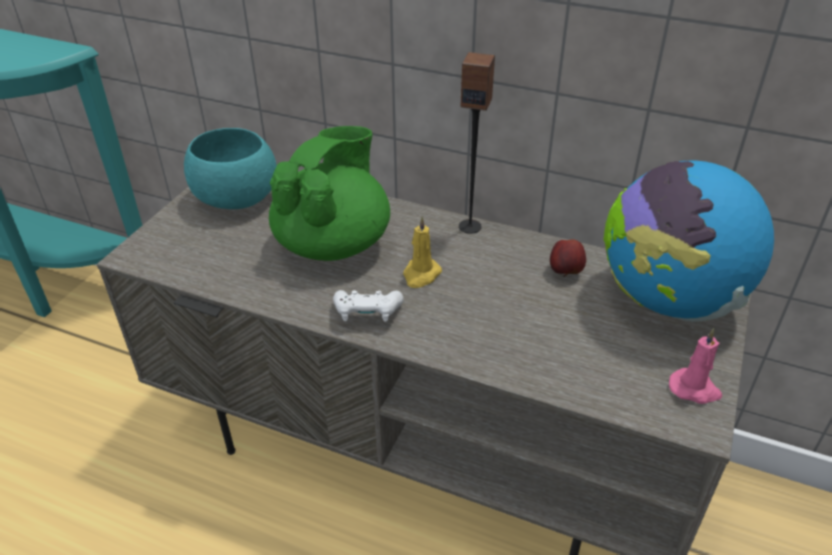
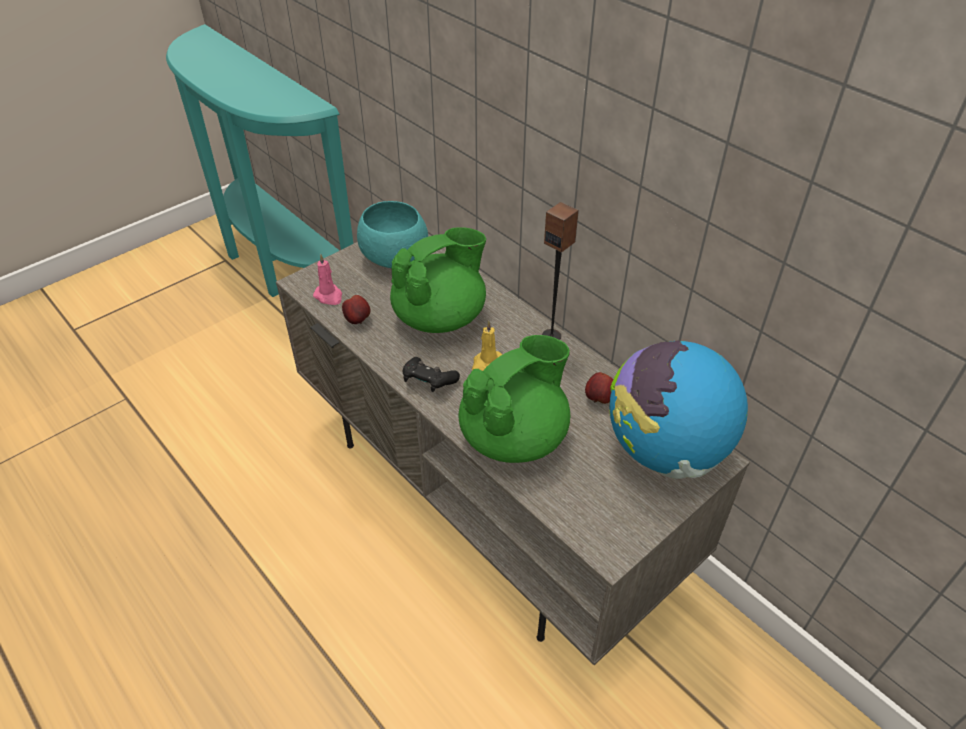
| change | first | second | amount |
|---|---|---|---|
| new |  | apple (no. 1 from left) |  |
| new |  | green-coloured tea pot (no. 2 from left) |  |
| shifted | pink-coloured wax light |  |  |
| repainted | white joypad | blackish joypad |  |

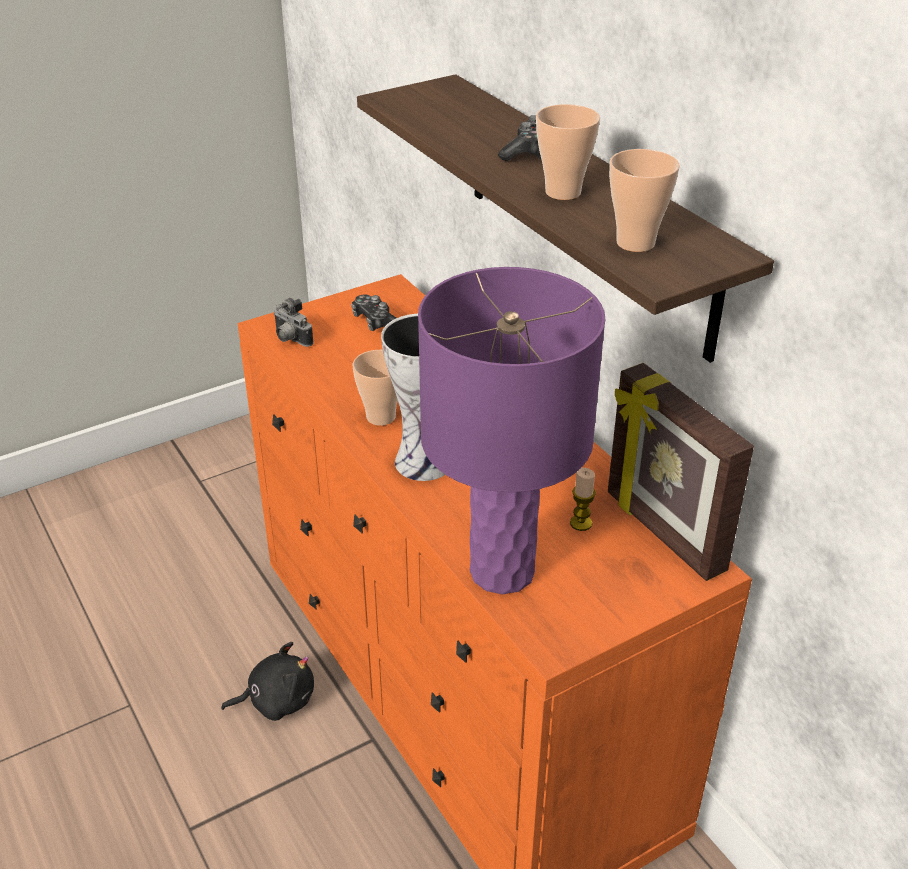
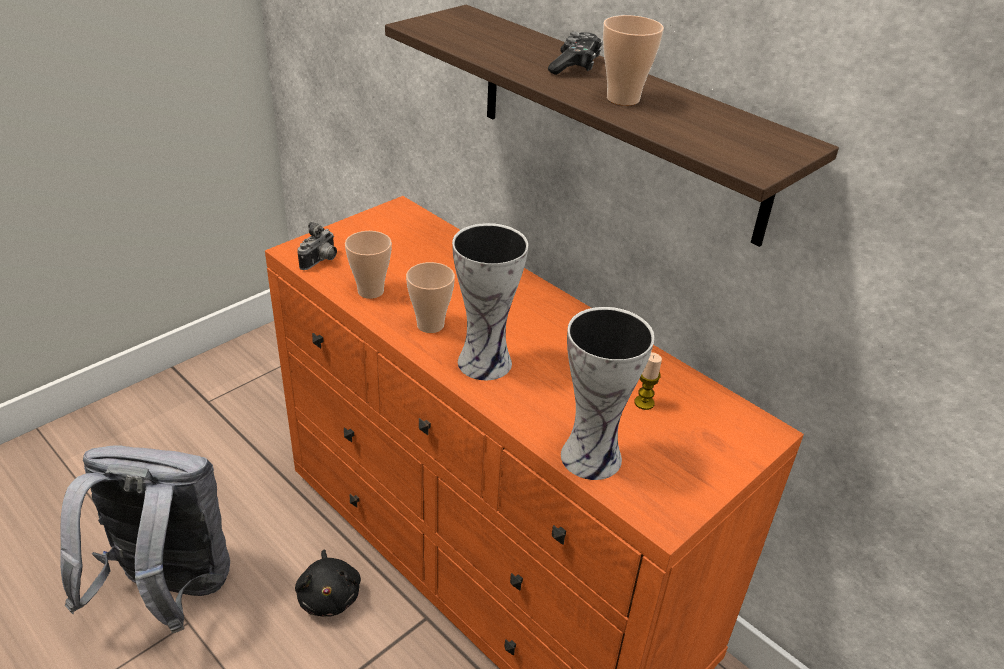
| change | first | second | amount |
|---|---|---|---|
| gone | joypad (no. 1 from left) |  |  |
| gone | photo frame |  |  |
| new |  | greyish knapsack |  |
| shifted | cup (no. 3 from left in the first image) | cup (no. 1 from left) |  |
| swapped | purple-coloured table lamp | flower vase (no. 2 from left) |  |
| rotated | blackish soft toy |  | 105 degrees clockwise |
| rotated | photo camera |  | 90 degrees counterclockwise |

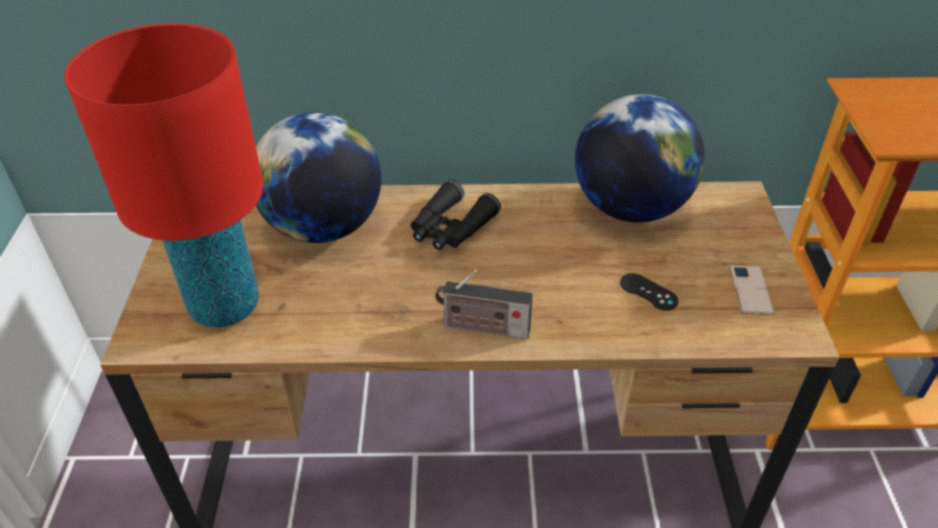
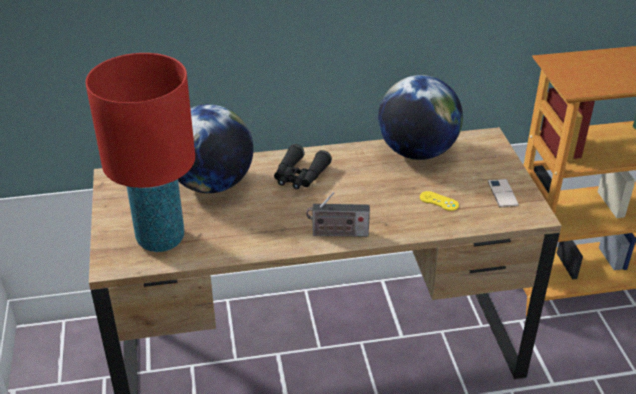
| change | first | second | amount |
|---|---|---|---|
| repainted | blackish joypad | yellowish joypad |  |

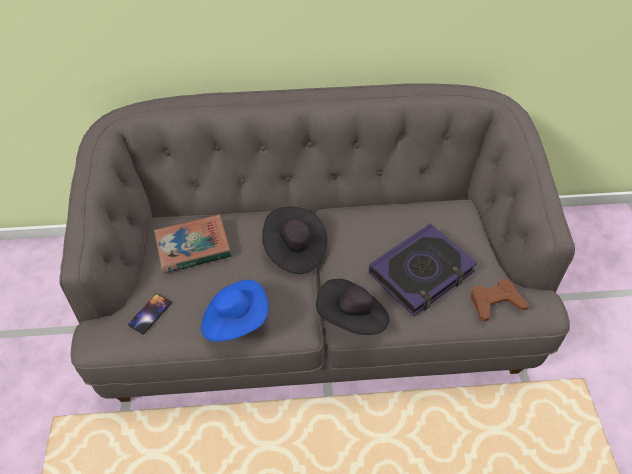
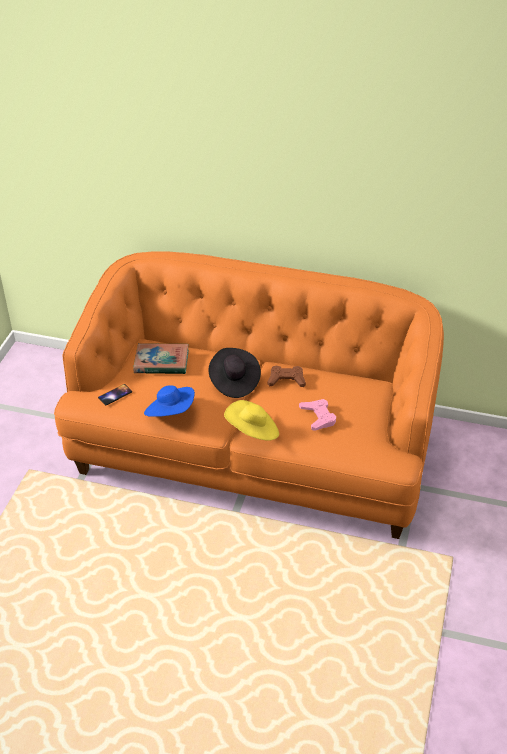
| change | first | second | amount |
|---|---|---|---|
| shifted | brownish joypad |  |  |
| swapped | bound book (no. 2 from left) | pink-coloured joypad |  |
| repainted | greyish couch | orange-coloured couch |  |
| repainted | blackish hat (no. 2 from left) | yellowish hat |  |

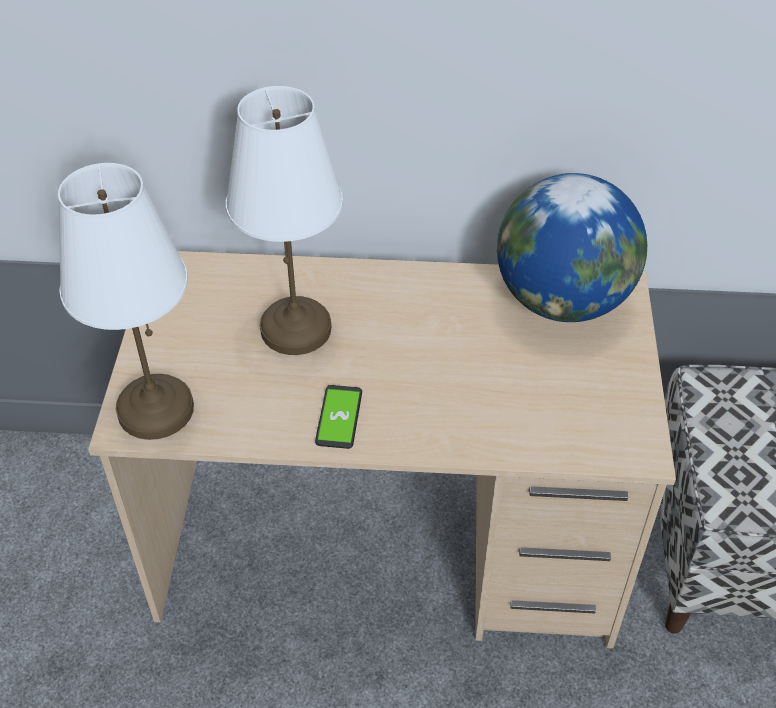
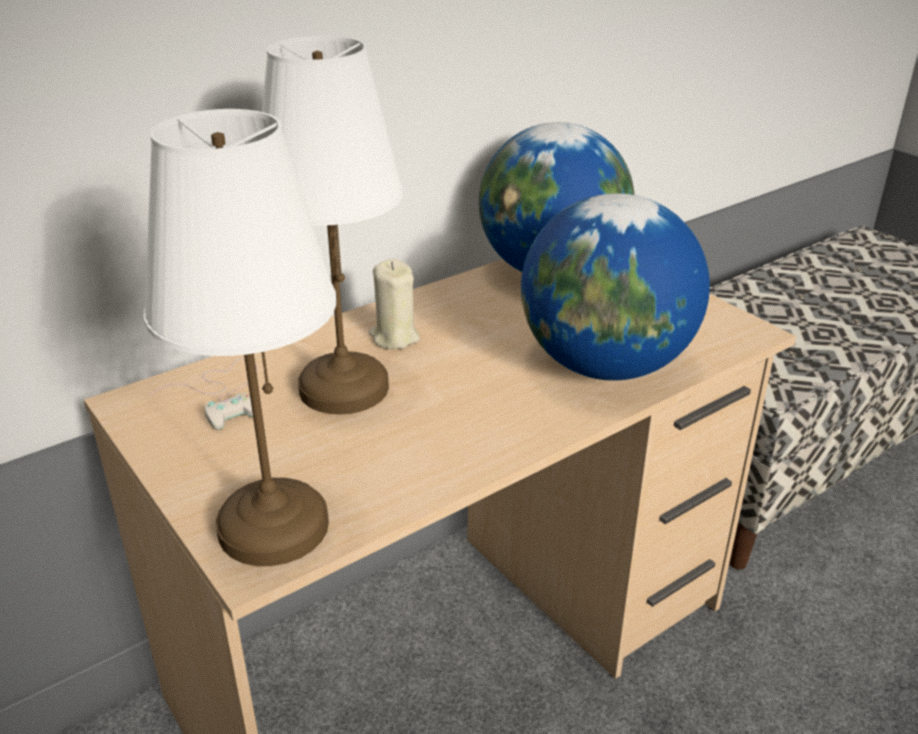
| change | first | second | amount |
|---|---|---|---|
| gone | handset |  |  |
| new |  | white joypad |  |
| new |  | sand-coloured wax light |  |
| new |  | globe (no. 2 from left) |  |

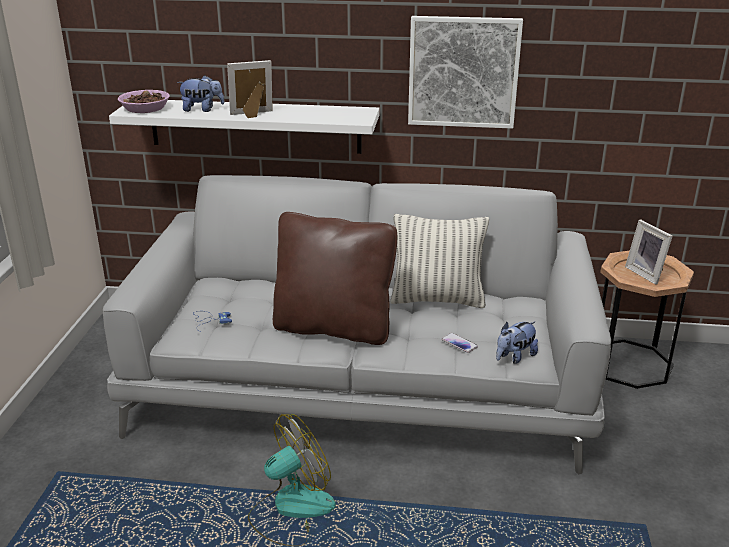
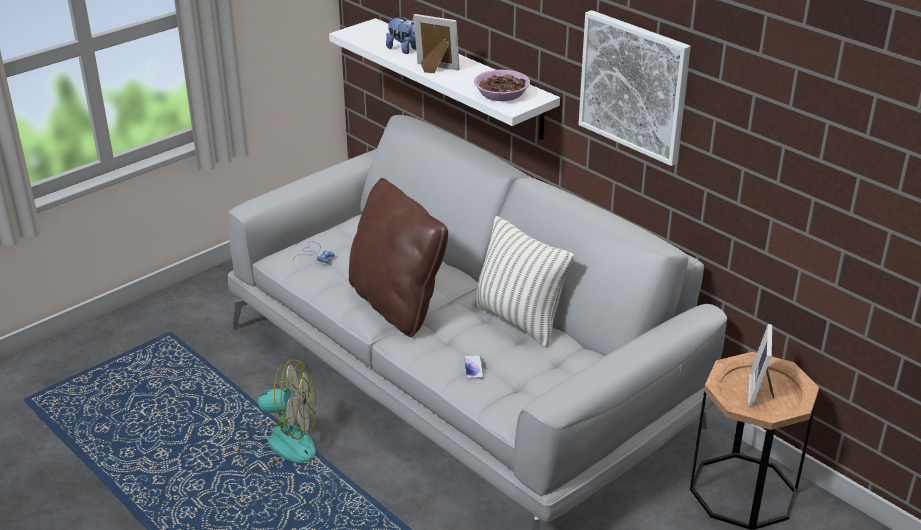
| change | first | second | amount |
|---|---|---|---|
| gone | soft toy (no. 2 from left) |  |  |
| shifted | serving bowl |  |  |

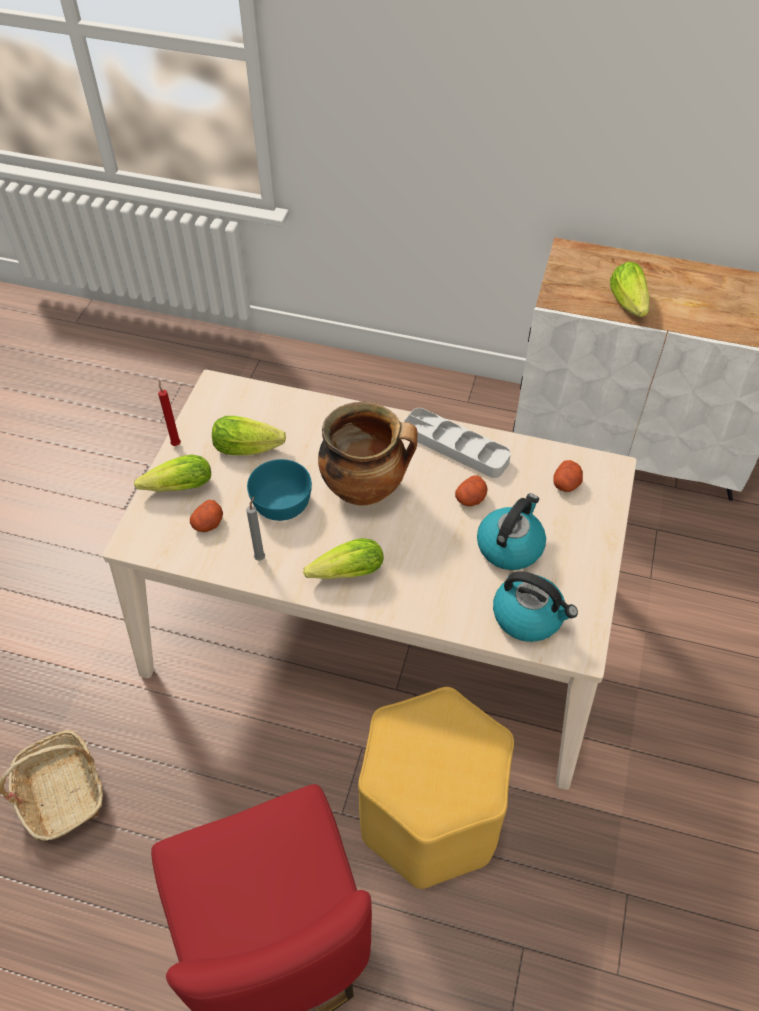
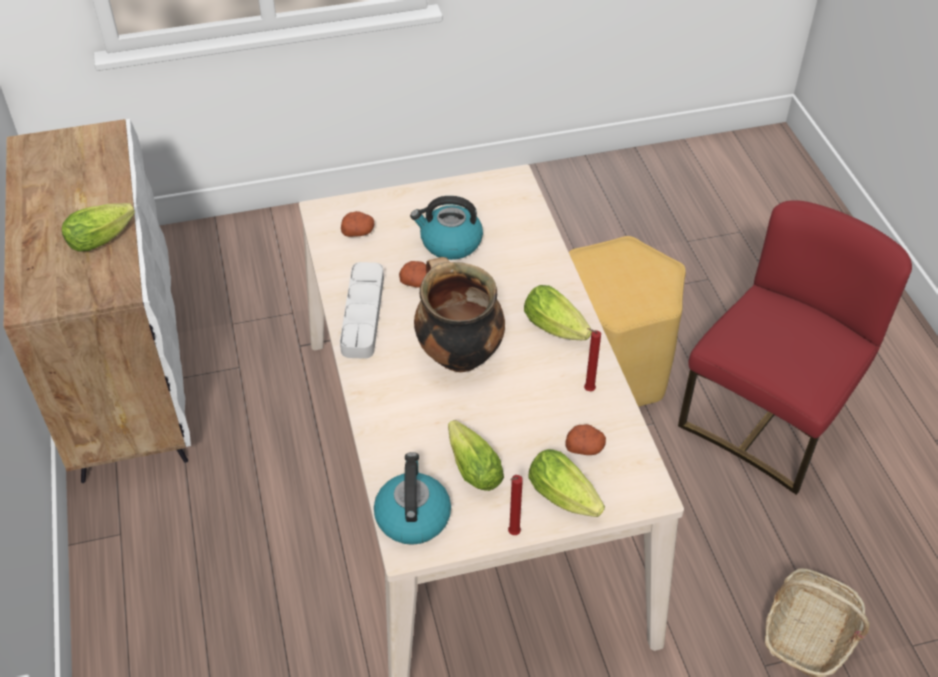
| change | first | second | amount |
|---|---|---|---|
| gone | turquoise serving bowl |  |  |
| shifted | kettle (no. 2 from left in the first image) | kettle (no. 1 from left) |  |
| repainted | greyish wax light | red wax light (no. 2 from left) |  |

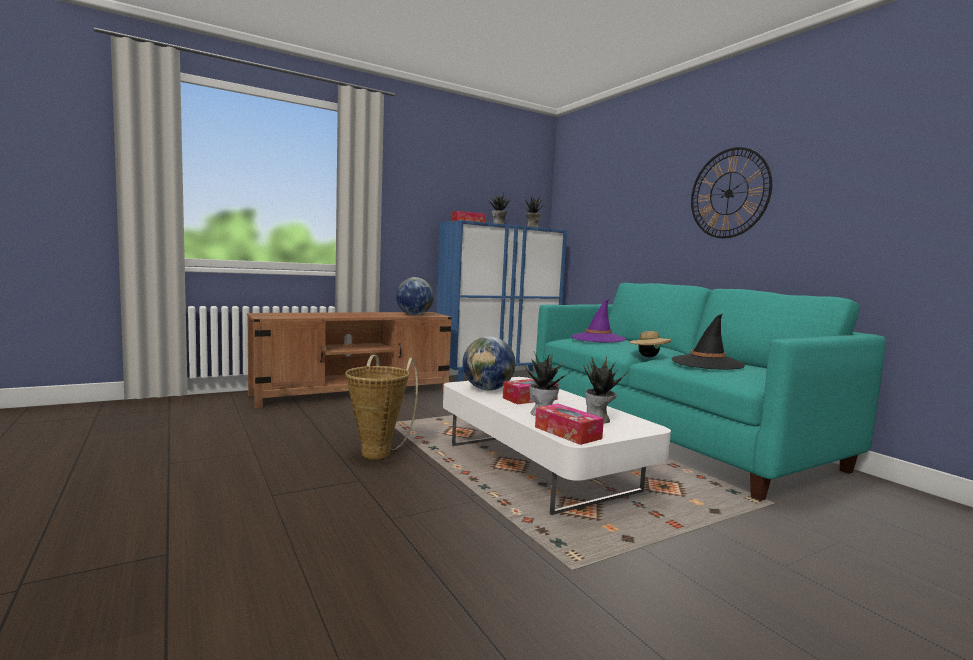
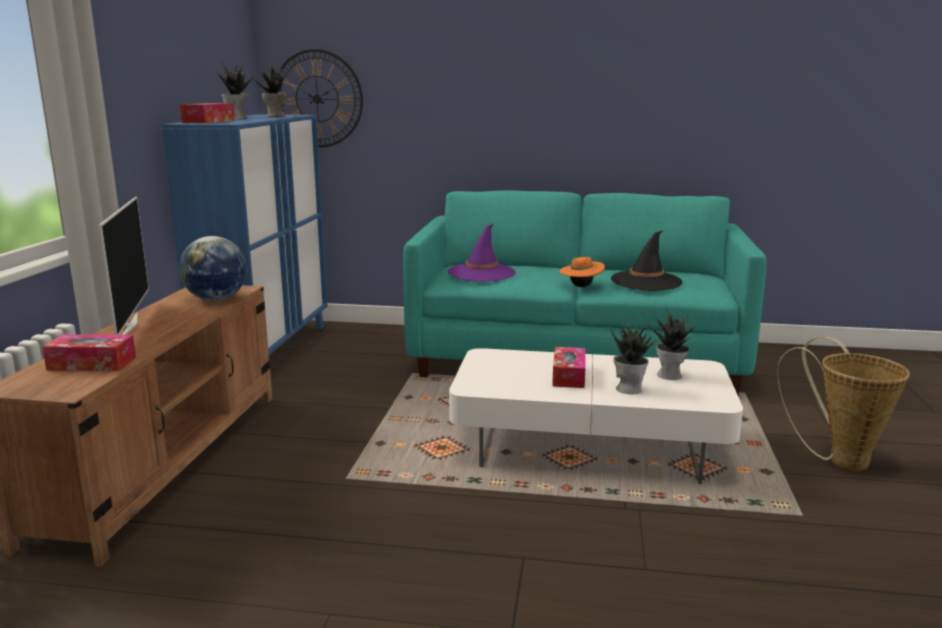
| change | first | second | amount |
|---|---|---|---|
| gone | globe (no. 2 from left) |  |  |
| new |  | TV |  |
| shifted | household basket |  |  |
| shifted | tissue box (no. 3 from left in the first image) | tissue box (no. 1 from left) |  |
| shifted | wall clock |  |  |
| repainted | sand-coloured hat | orange-coloured hat |  |

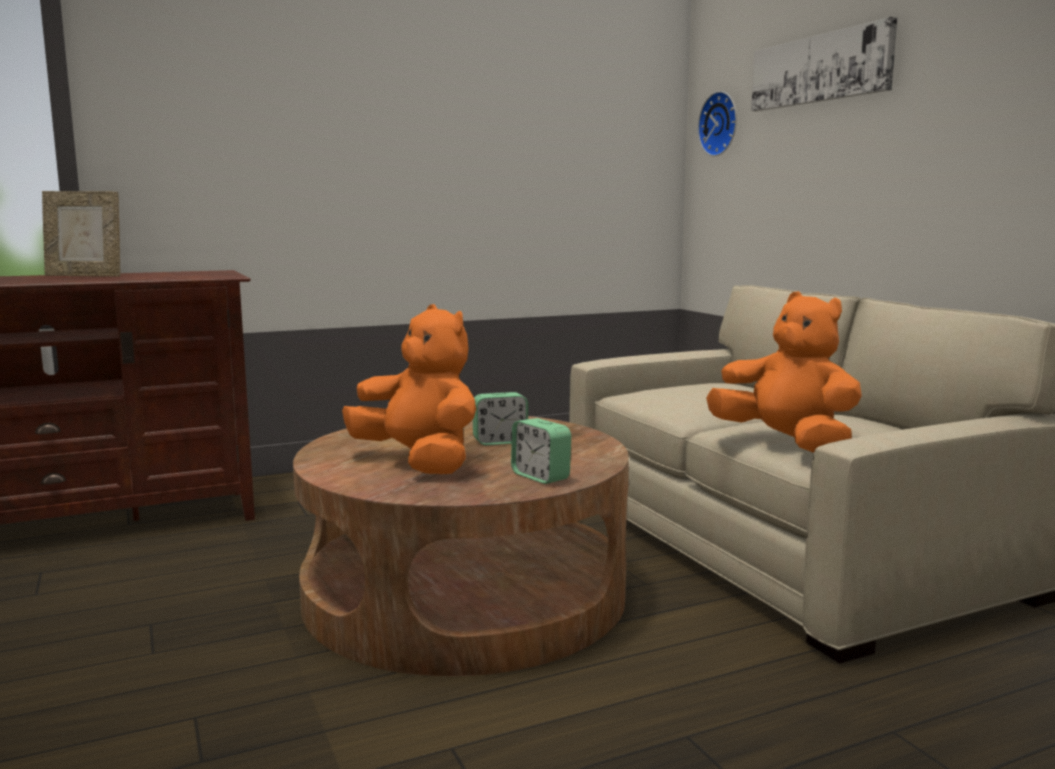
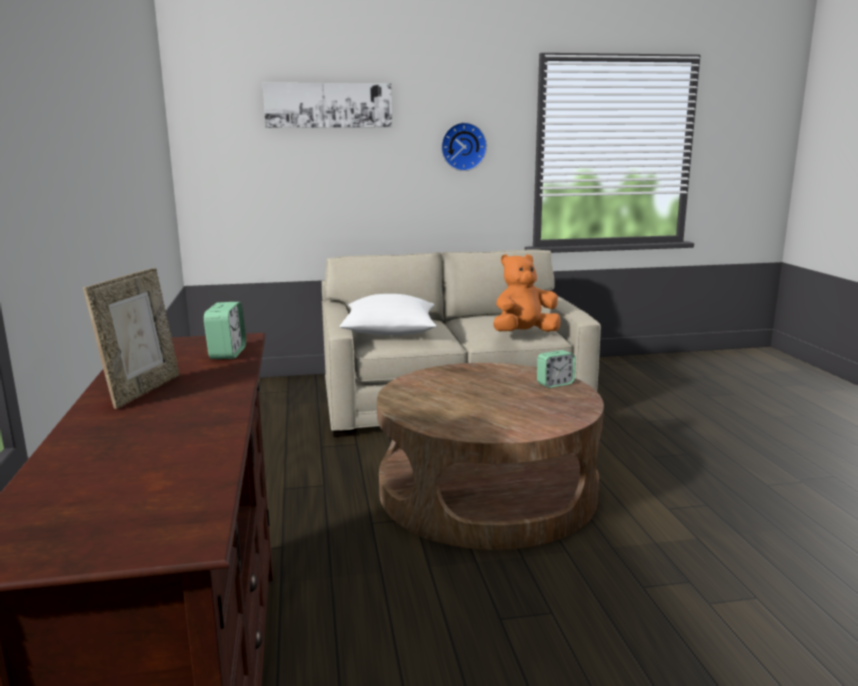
| change | first | second | amount |
|---|---|---|---|
| gone | orange-coloured soft toy (no. 1 from left) |  |  |
| new |  | white cushion |  |
| shifted | bedside clock (no. 1 from left) |  |  |
| shifted | wall clock |  |  |

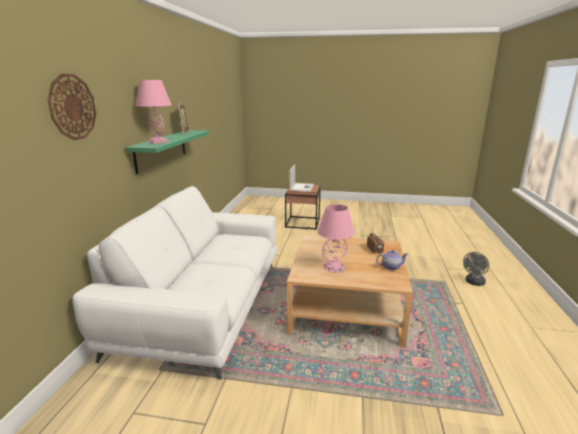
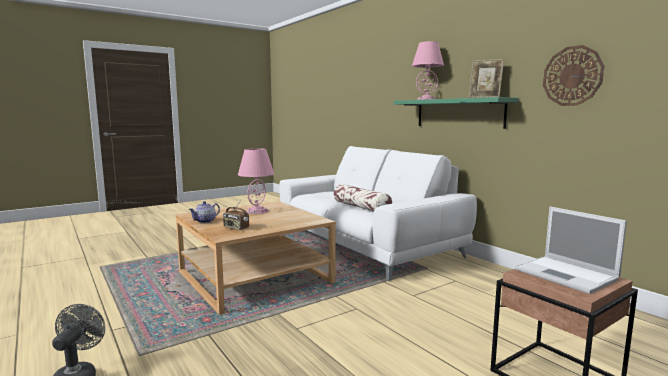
| change | first | second | amount |
|---|---|---|---|
| new |  | cushion |  |
| shifted | wall clock |  |  |

